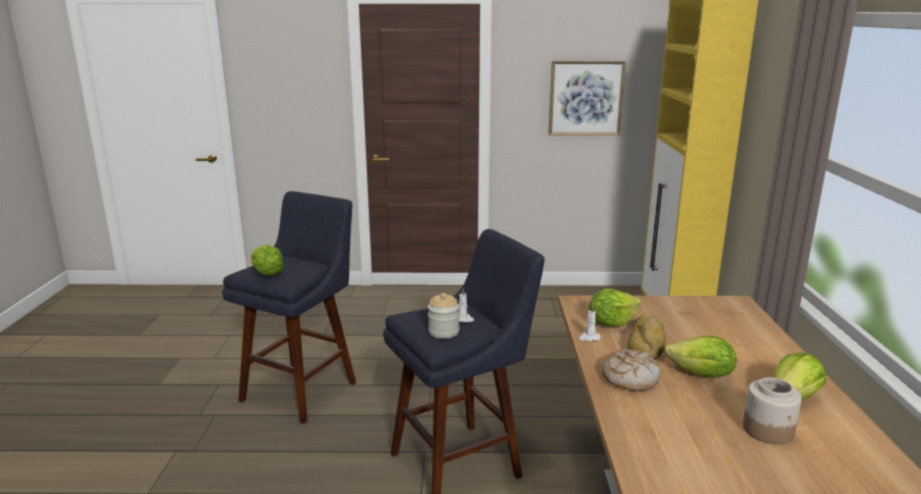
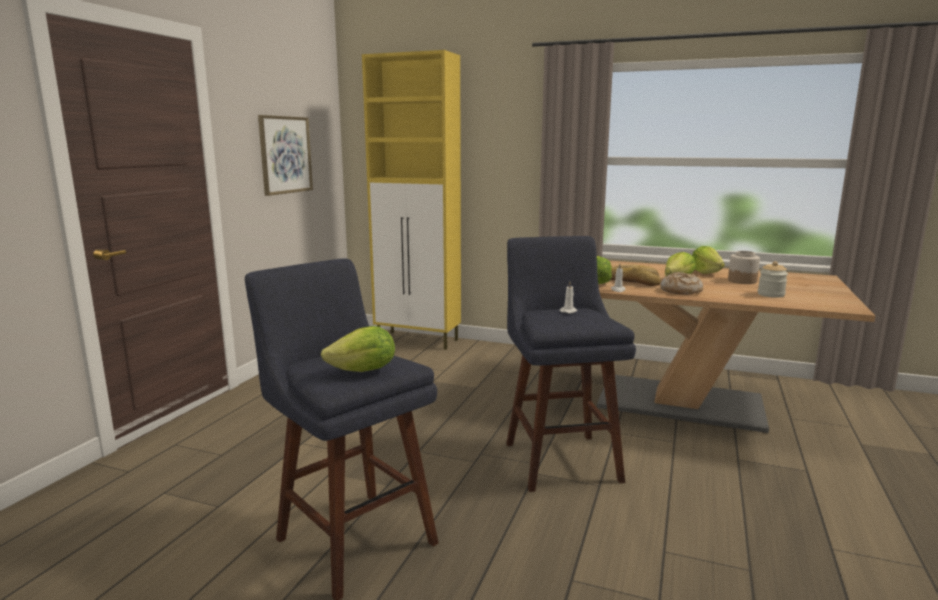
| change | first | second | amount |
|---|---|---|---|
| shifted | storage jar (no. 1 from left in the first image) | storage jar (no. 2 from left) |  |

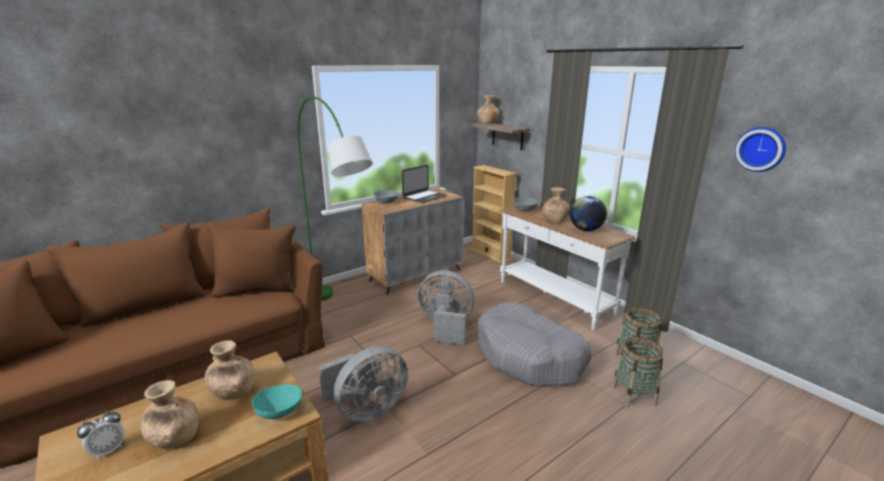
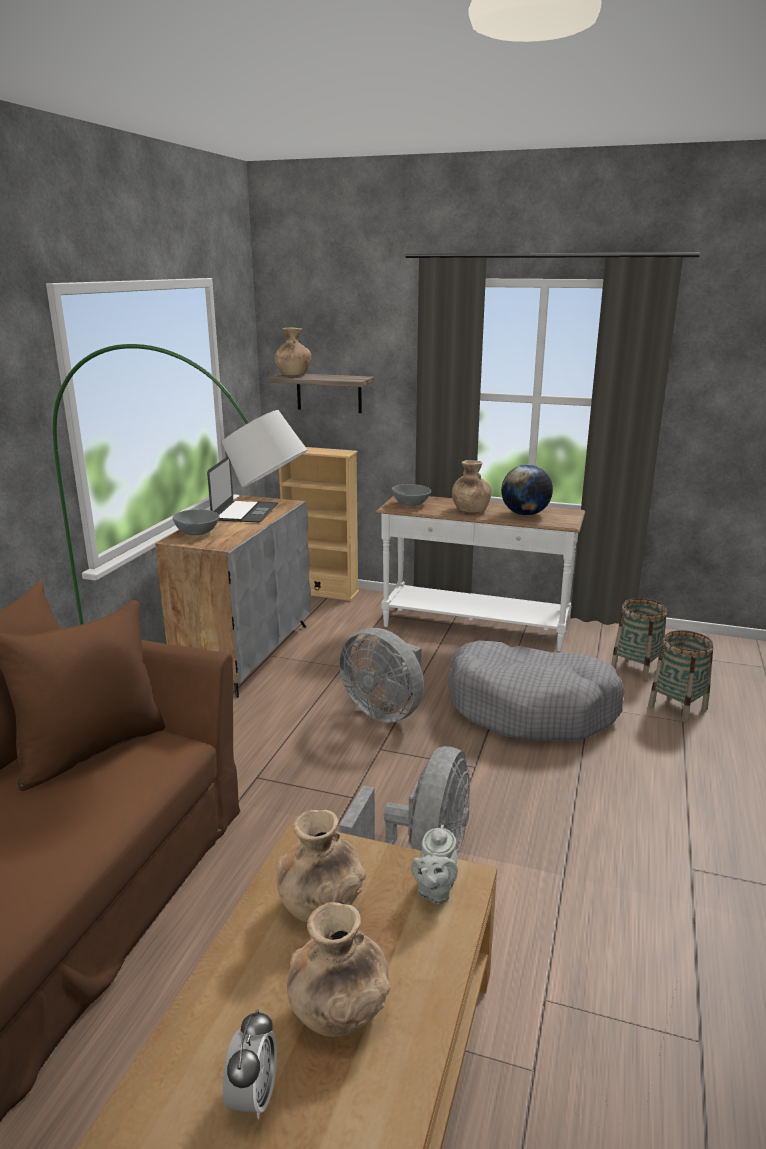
| change | first | second | amount |
|---|---|---|---|
| gone | wall clock |  |  |
| swapped | turquoise serving bowl | greyish tea pot |  |
| rotated | greyish electric fan (no. 2 from left in the first image) | greyish electric fan (no. 1 from left) | 120 degrees counterclockwise |

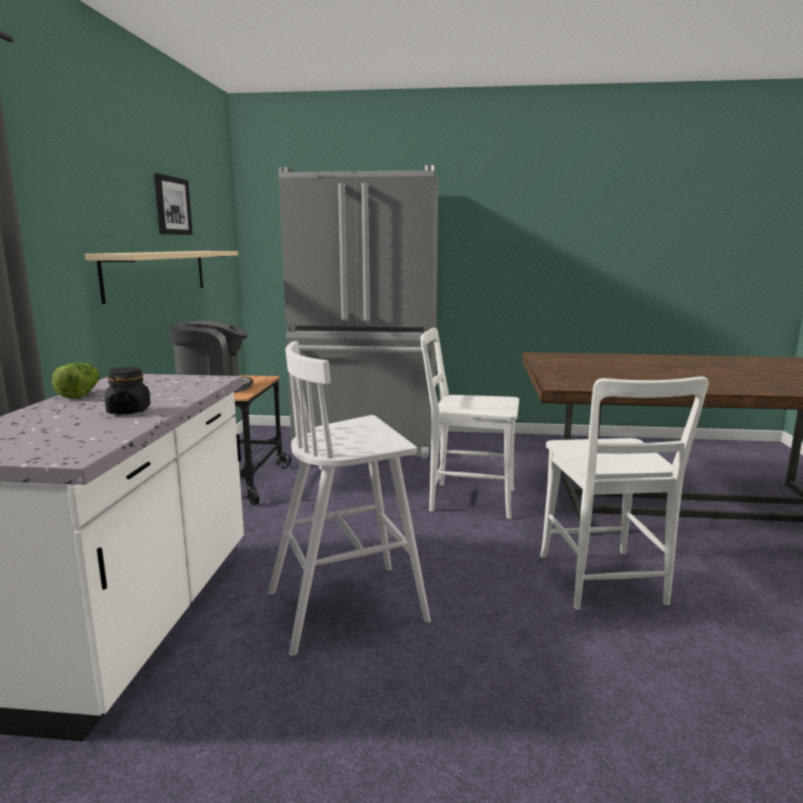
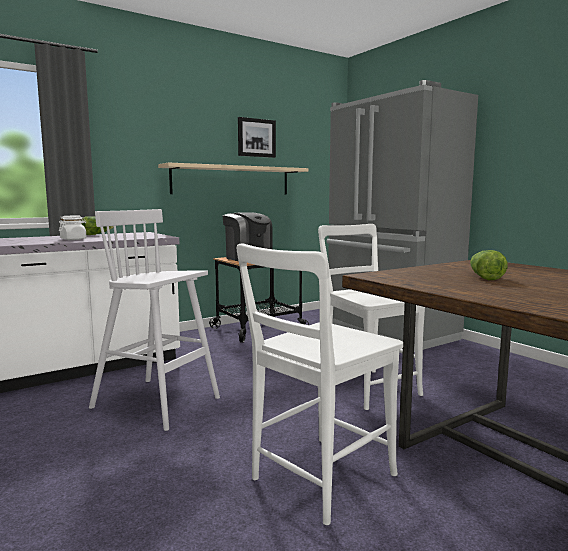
| change | first | second | amount |
|---|---|---|---|
| new |  | head of lettuce (no. 2 from left) |  |
| repainted | blackish storage jar | white storage jar |  |

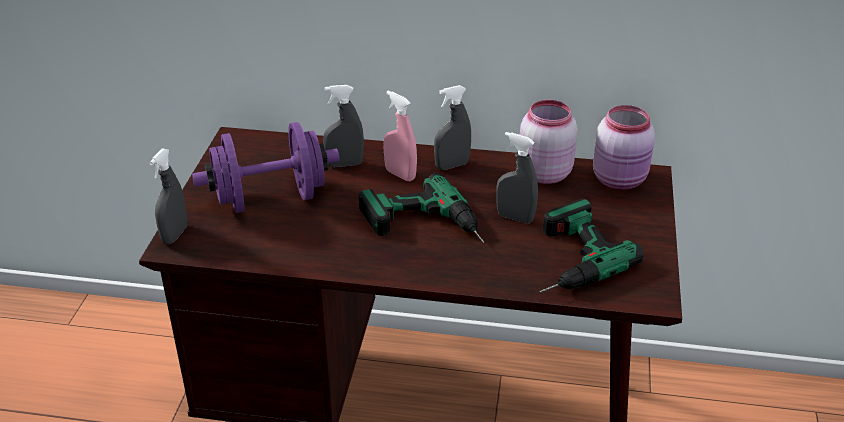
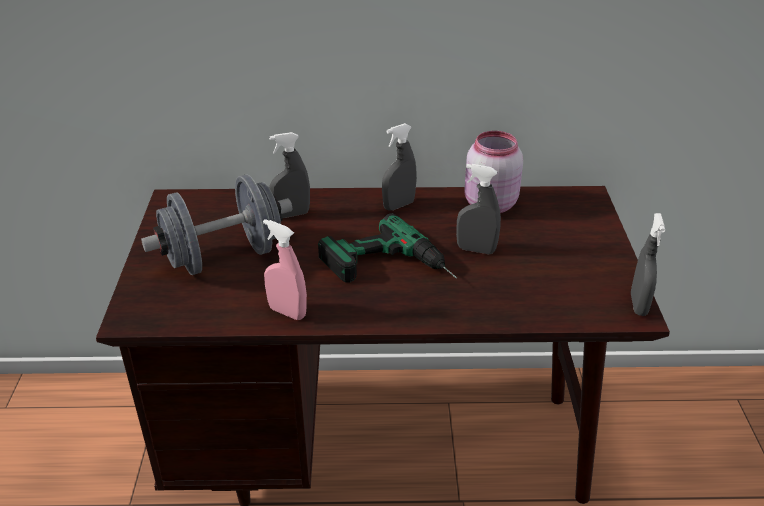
| change | first | second | amount |
|---|---|---|---|
| gone | drill (no. 2 from left) |  |  |
| gone | pink-coloured storage jar (no. 2 from left) |  |  |
| shifted | greyish sprayer (no. 1 from left in the first image) | greyish sprayer (no. 4 from left) |  |
| shifted | pink-coloured sprayer |  |  |
| repainted | purple-coloured hand weight | greyish hand weight |  |

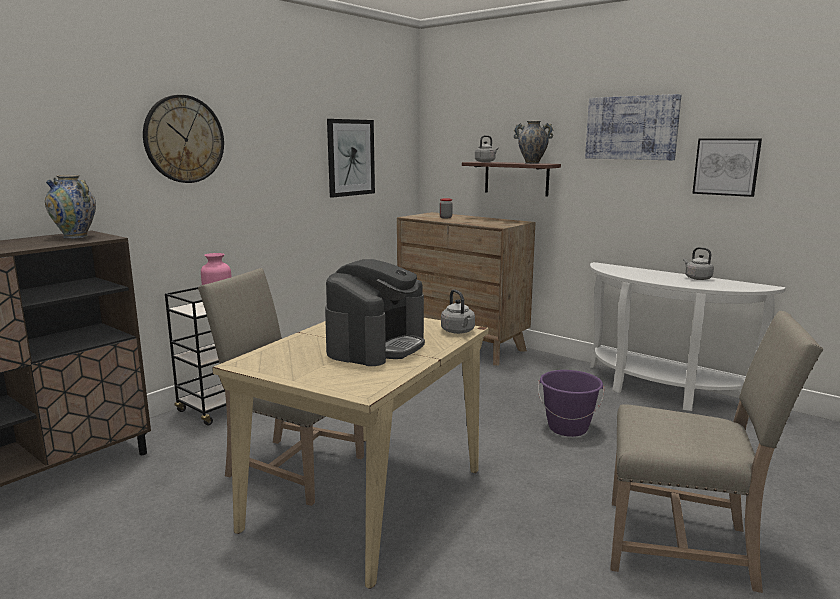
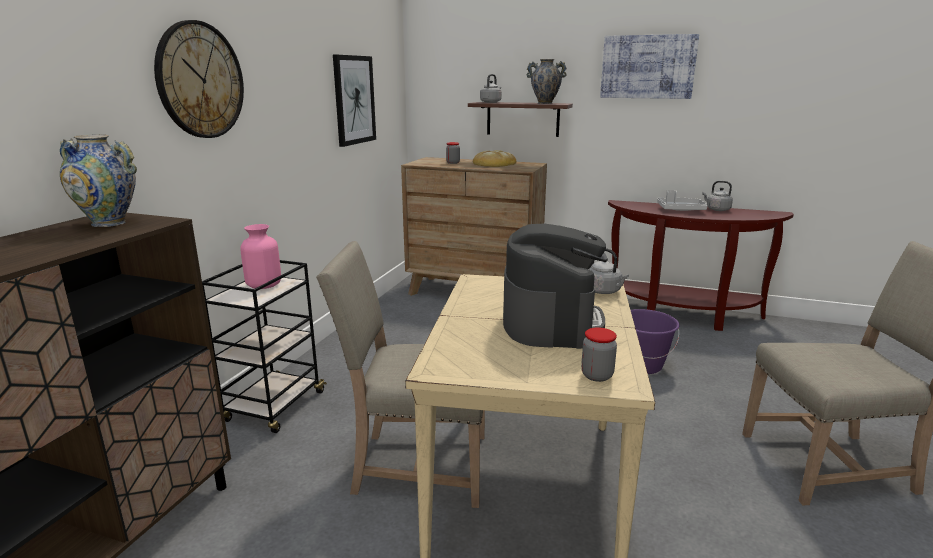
| change | first | second | amount |
|---|---|---|---|
| gone | wall picture (no. 3 from left) |  |  |
| new |  | baked bread |  |
| new |  | storage jar (no. 2 from left) |  |
| new |  | greyish tray |  |
| repainted | white narrow table | brownish narrow table |  |

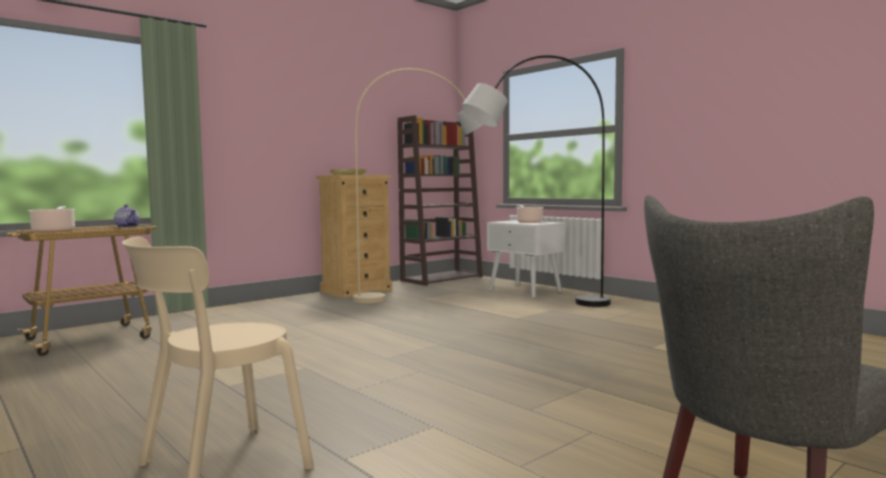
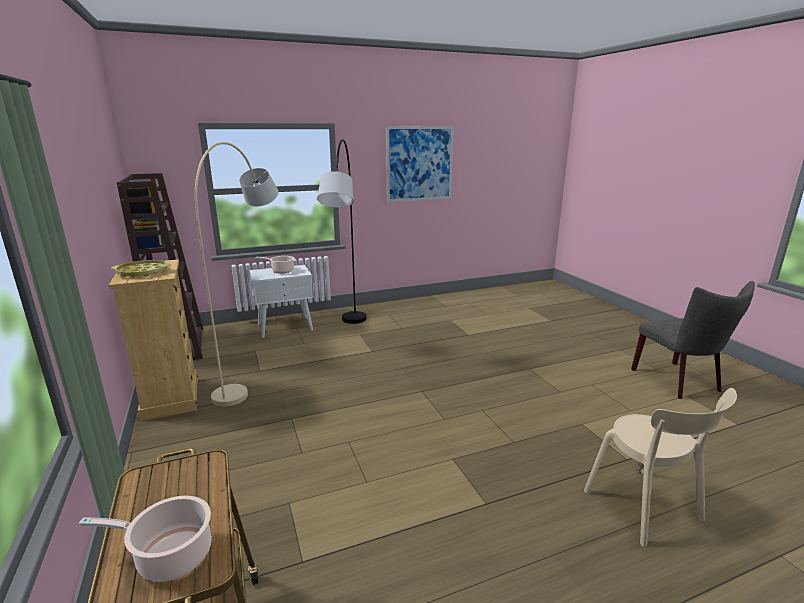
| change | first | second | amount |
|---|---|---|---|
| gone | tea pot |  |  |
| new |  | wall picture |  |

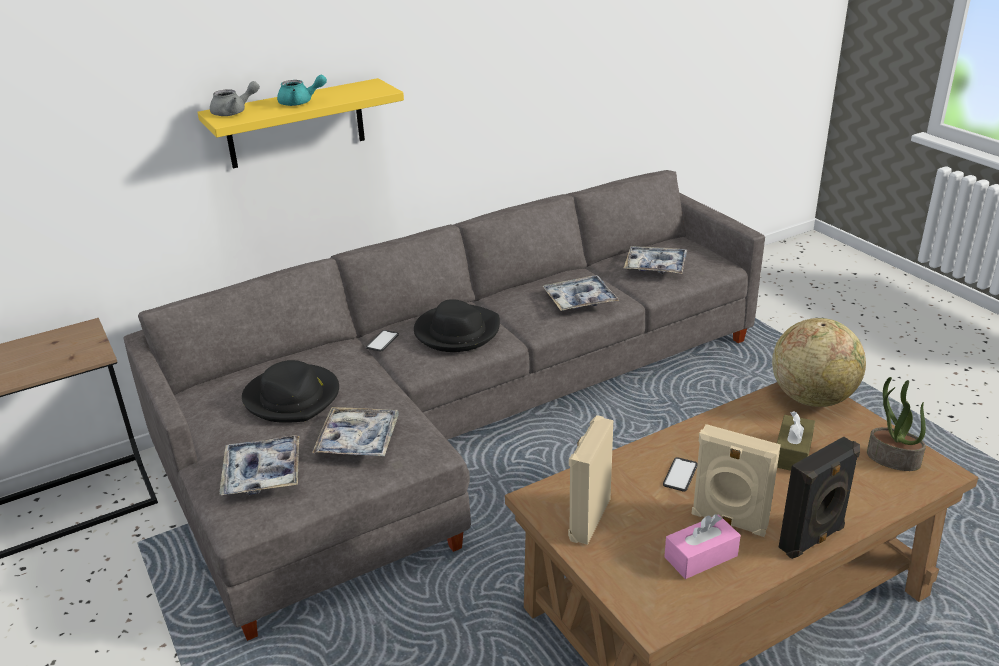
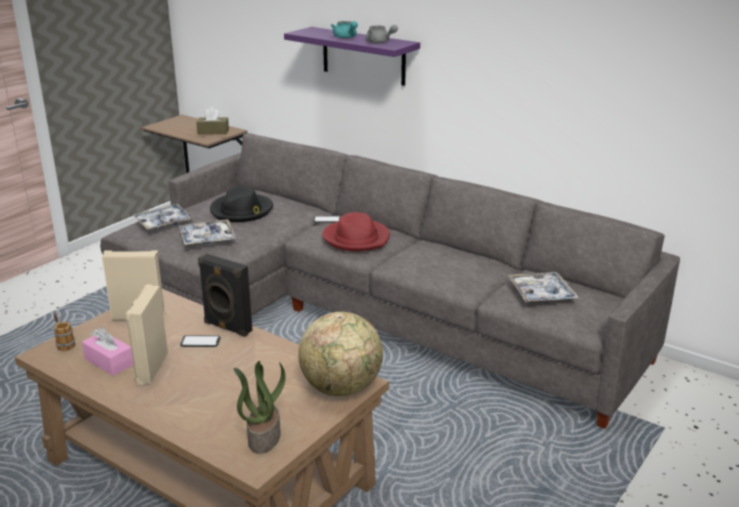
| change | first | second | amount |
|---|---|---|---|
| gone | tray (no. 3 from left) |  |  |
| new |  | coffee mug |  |
| shifted | greyish tea pot |  |  |
| shifted | brownish tissue box |  |  |
| shifted | blackish speaker |  |  |
| repainted | yellowish wall shelf | purple-coloured wall shelf |  |
| repainted | blackish hat (no. 2 from left) | red hat |  |

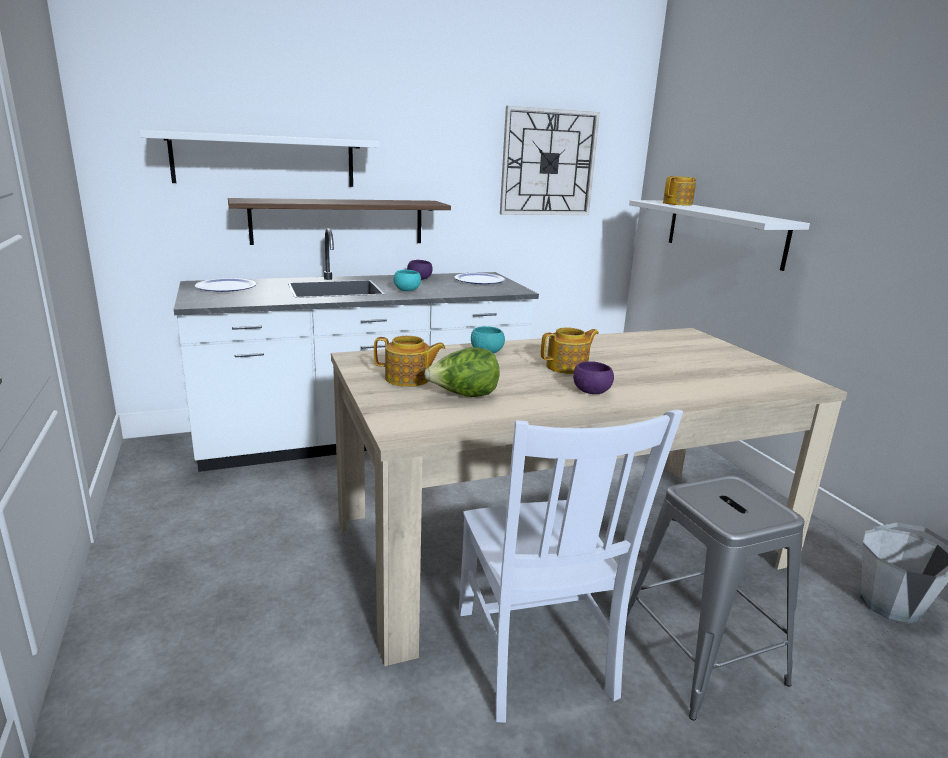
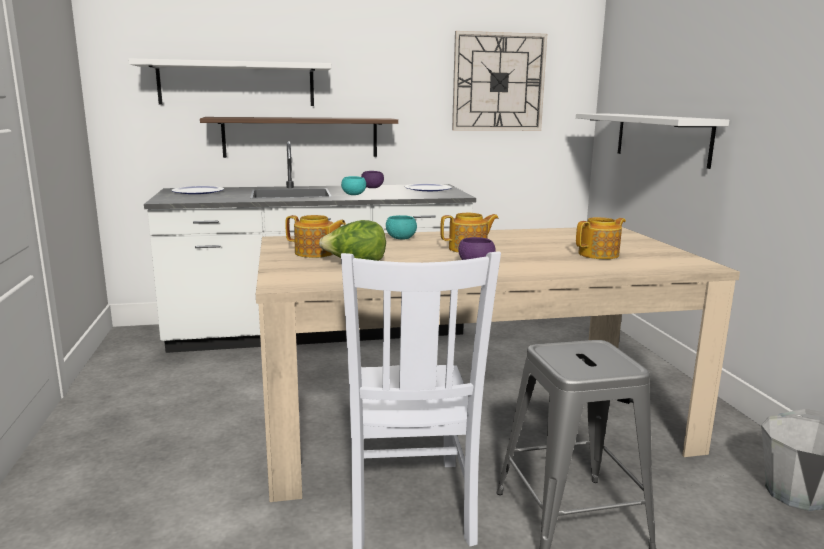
| change | first | second | amount |
|---|---|---|---|
| shifted | tea pot (no. 3 from left) |  |  |

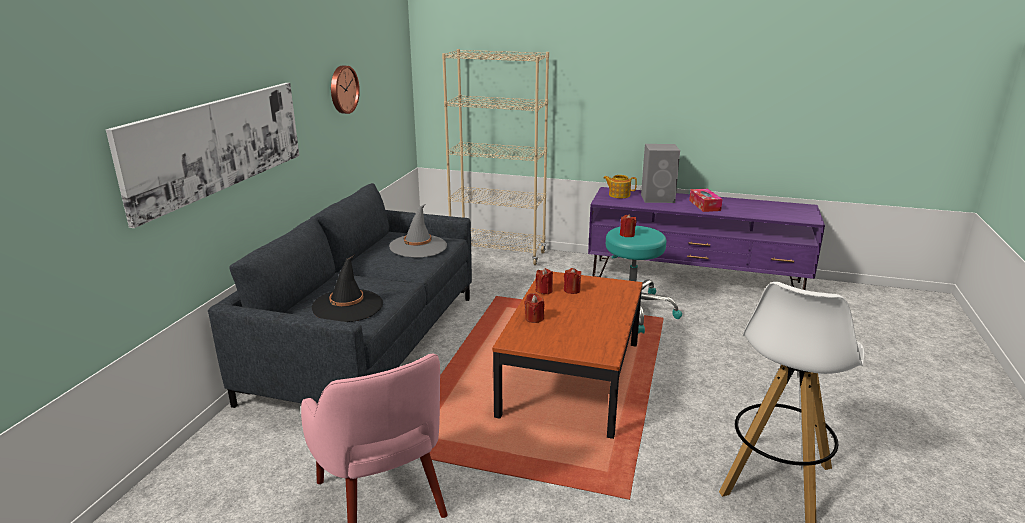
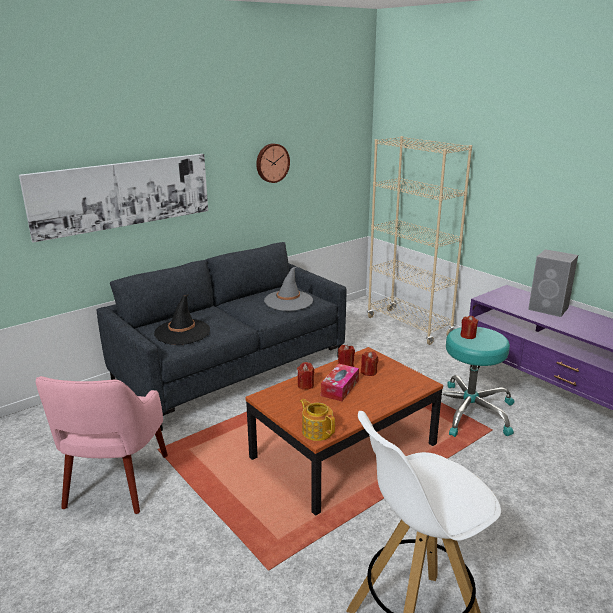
| change | first | second | amount |
|---|---|---|---|
| shifted | tea pot |  |  |
| shifted | tissue box |  |  |

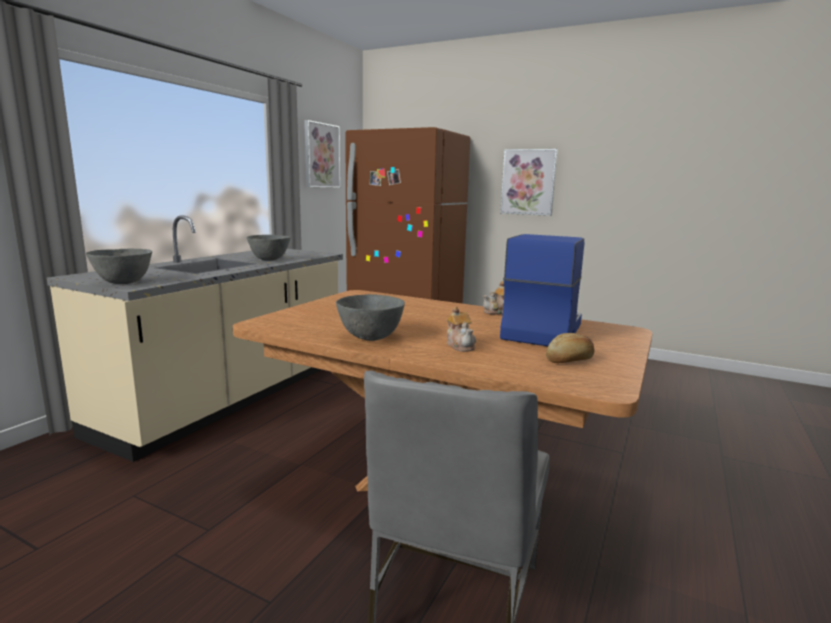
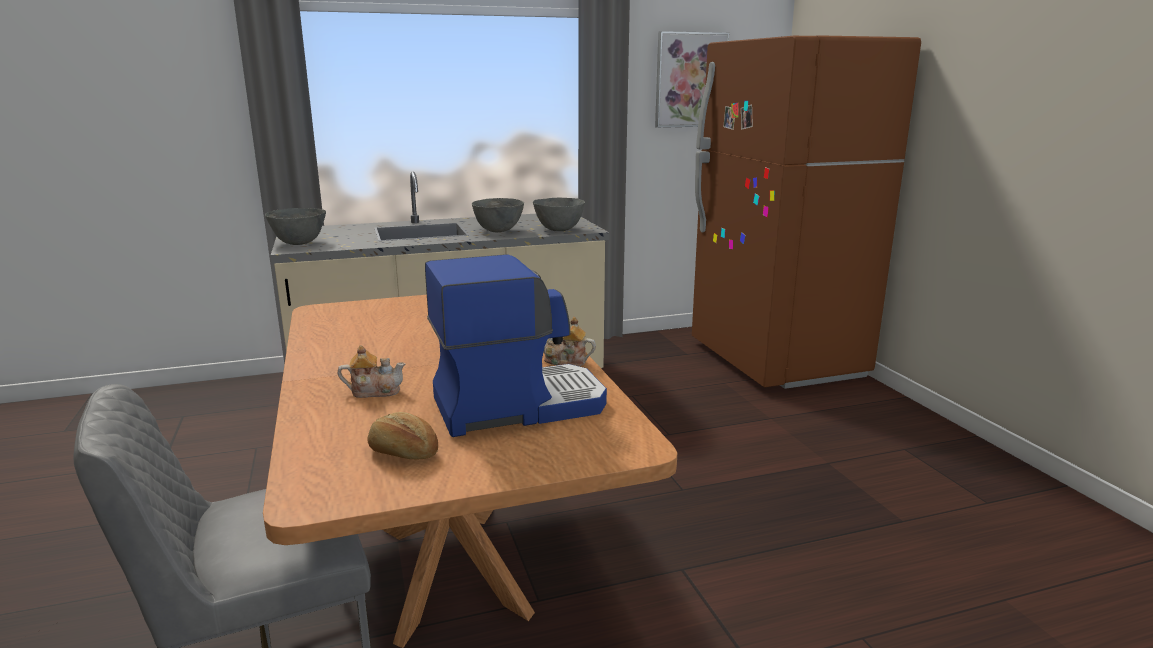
| change | first | second | amount |
|---|---|---|---|
| gone | wall picture (no. 2 from left) |  |  |
| shifted | greyish serving bowl (no. 3 from left) |  |  |
| rotated | tea pot (no. 1 from left) |  | 120 degrees counterclockwise |

